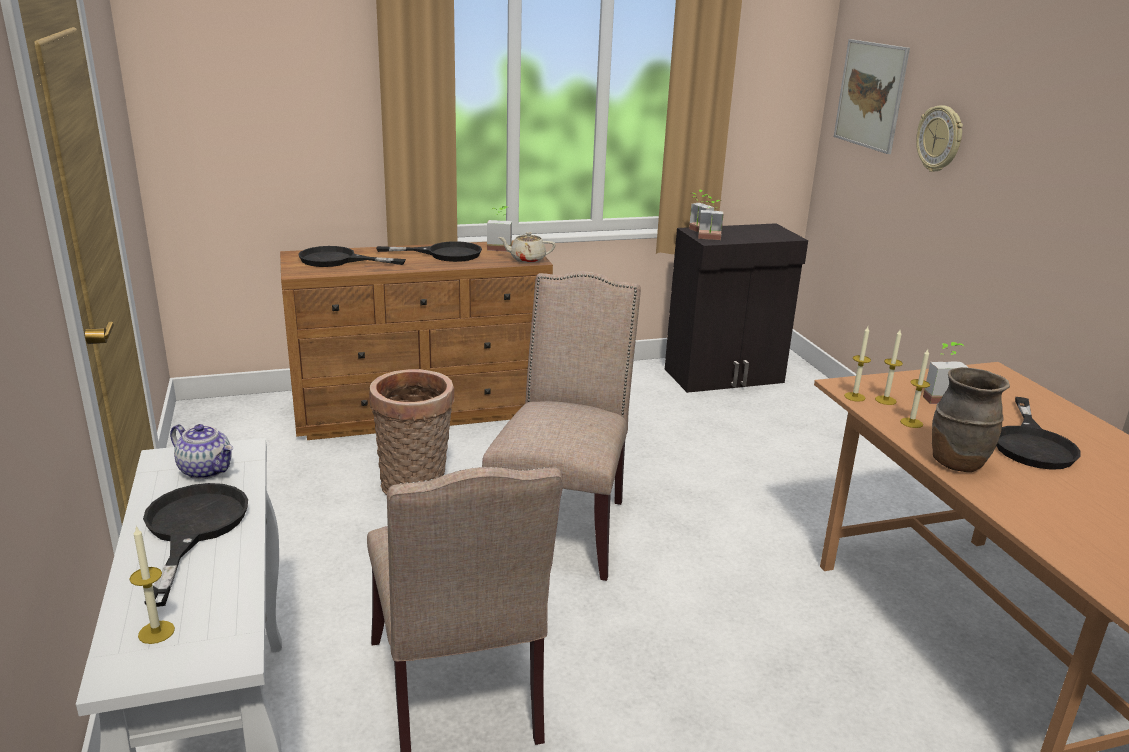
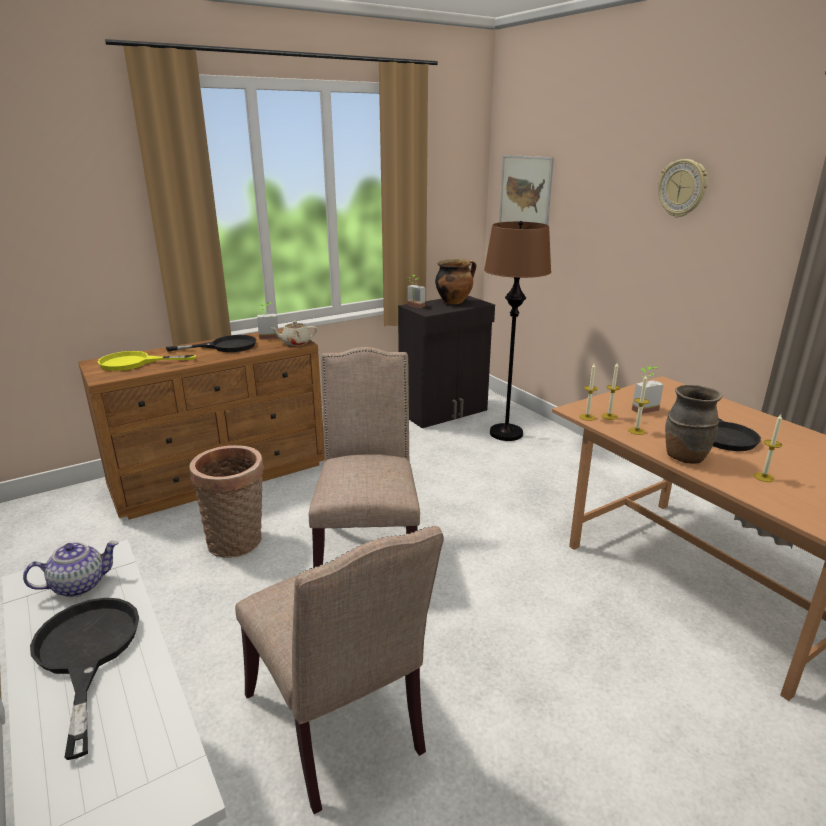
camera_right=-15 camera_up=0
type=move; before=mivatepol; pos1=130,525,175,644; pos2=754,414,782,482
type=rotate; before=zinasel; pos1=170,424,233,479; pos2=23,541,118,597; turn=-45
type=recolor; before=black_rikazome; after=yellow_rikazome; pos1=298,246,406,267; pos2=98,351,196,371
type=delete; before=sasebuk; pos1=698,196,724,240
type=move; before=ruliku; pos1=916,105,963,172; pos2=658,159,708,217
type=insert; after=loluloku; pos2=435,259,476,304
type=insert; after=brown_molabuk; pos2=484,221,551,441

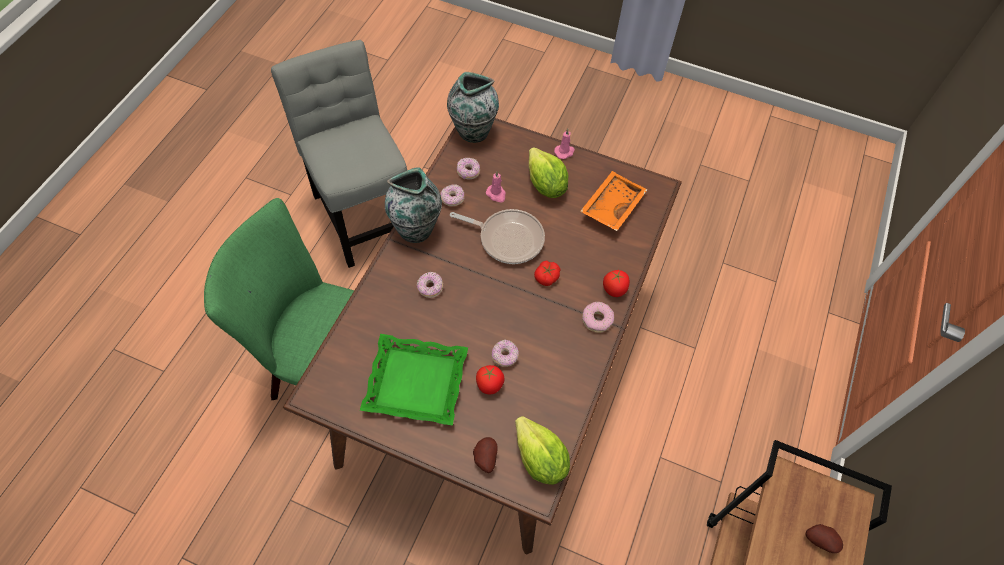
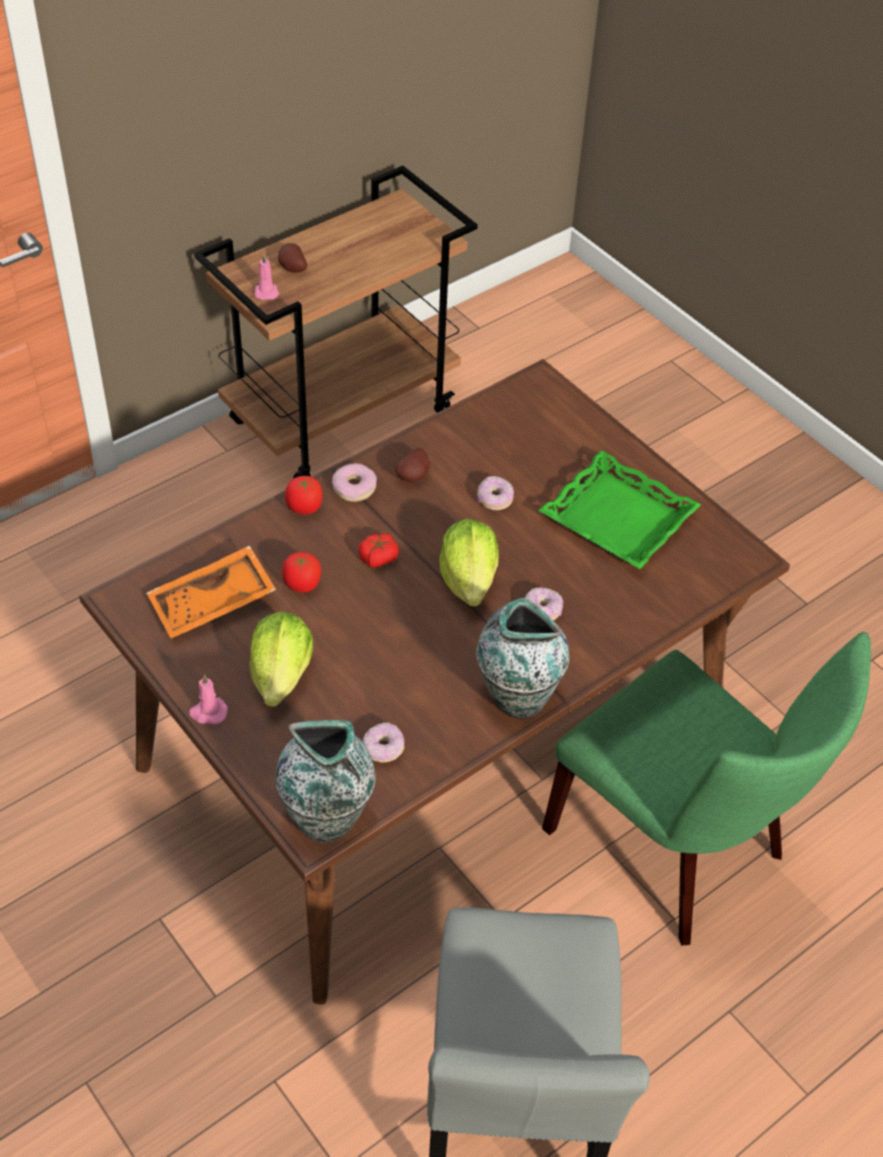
camera_right=-150 camera_up=-10
type=delete; before=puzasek; pos1=440,184,464,206
type=delete; before=rikazome; pos1=450,209,545,264
type=move; before=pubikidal; pos1=473,437,498,473; pos2=395,448,430,482
type=move; before=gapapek; pos1=476,365,504,395; pos2=282,552,321,593
type=move; before=pink_mivatepol; pos1=486,171,506,203; pos2=255,254,279,300
type=move; before=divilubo; pos1=515,416,570,485; pos2=439,519,499,606

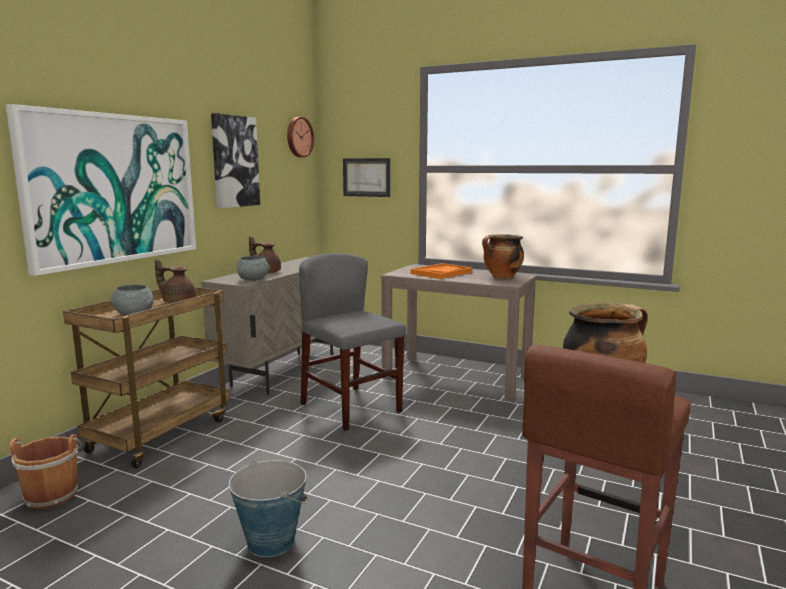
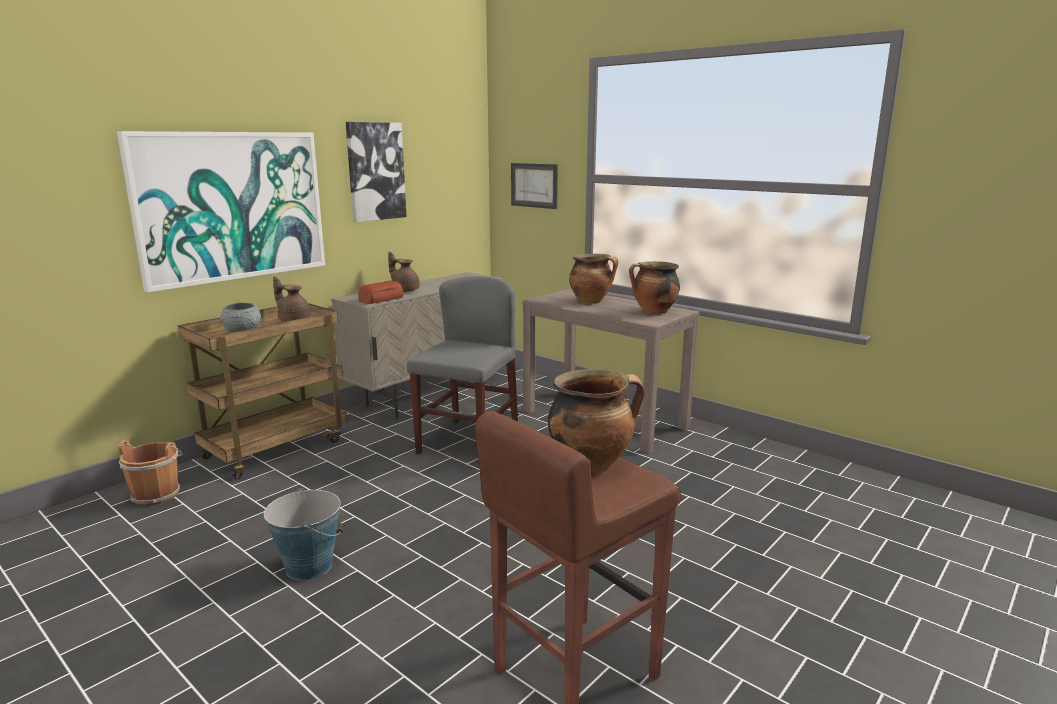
camera_right=15 camera_up=5
type=replace; before=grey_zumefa; after=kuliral; pos1=237,256,270,281; pos2=358,280,403,304
type=delete; before=ruliku; pos1=287,117,314,158
type=rotate; before=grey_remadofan; pos1=299,253,406,431; pos2=407,276,518,454; turn=45
type=replace; before=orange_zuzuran; after=loluloku; pos1=411,263,472,279; pos2=569,254,618,304

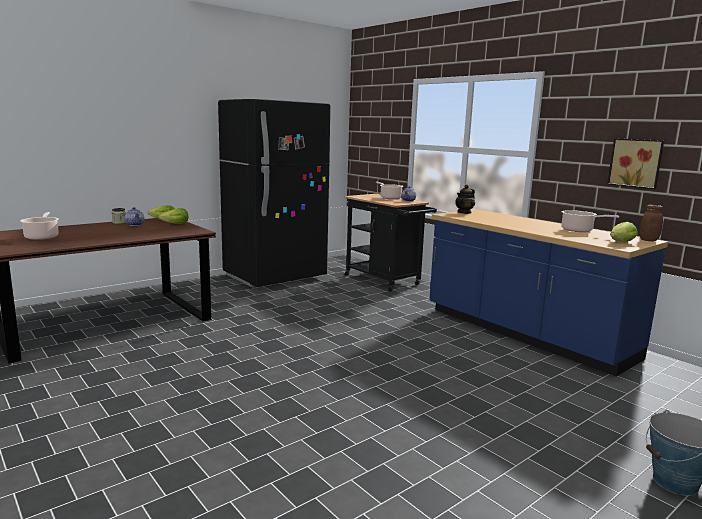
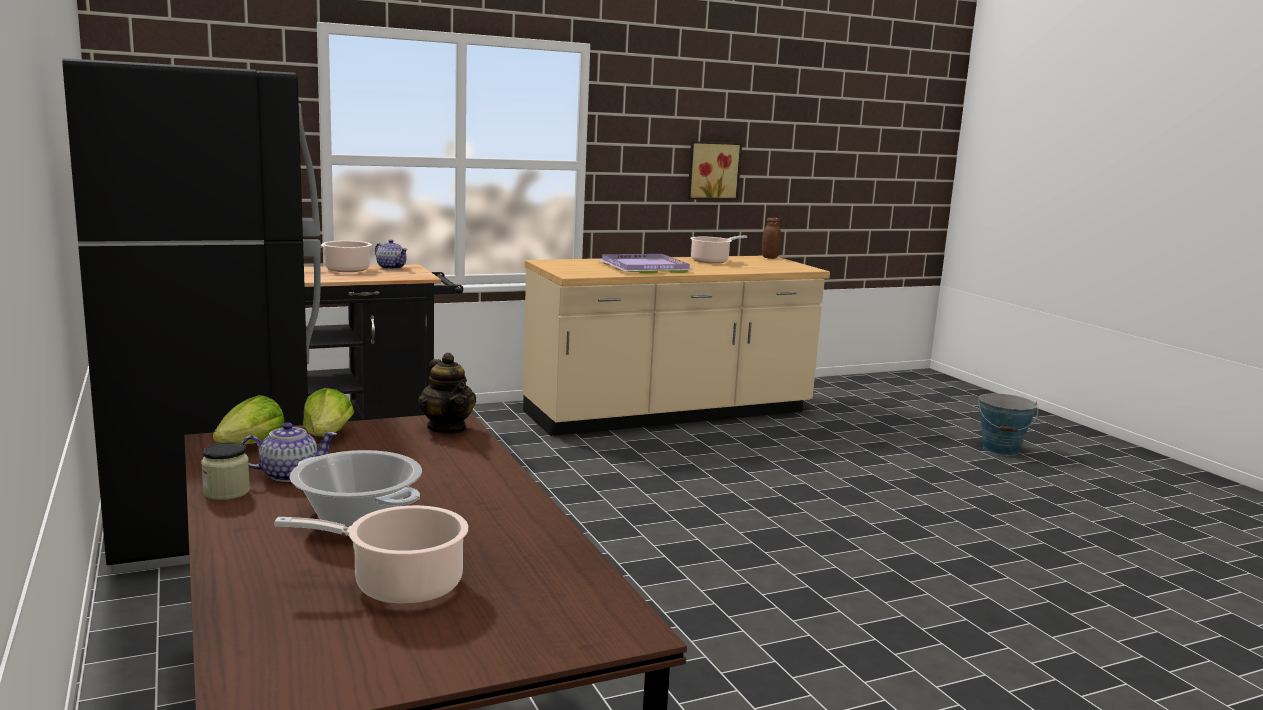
camera_right=-75 camera_up=0
type=recolor; before=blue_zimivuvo; after=beige_zimivuvo; pos1=429,209,668,376; pos2=523,256,830,436
type=move; before=zinasel; pos1=455,184,475,214; pos2=418,353,476,434
type=delete; before=divilubo; pos1=610,222,638,242
type=insert; after=loluloku; pos2=290,450,422,531
type=insert; after=purple_zuzuran; pos2=598,254,695,274

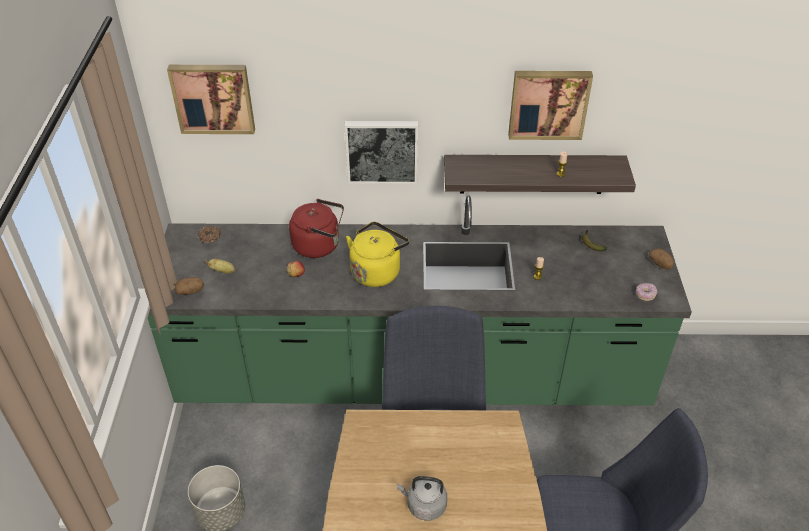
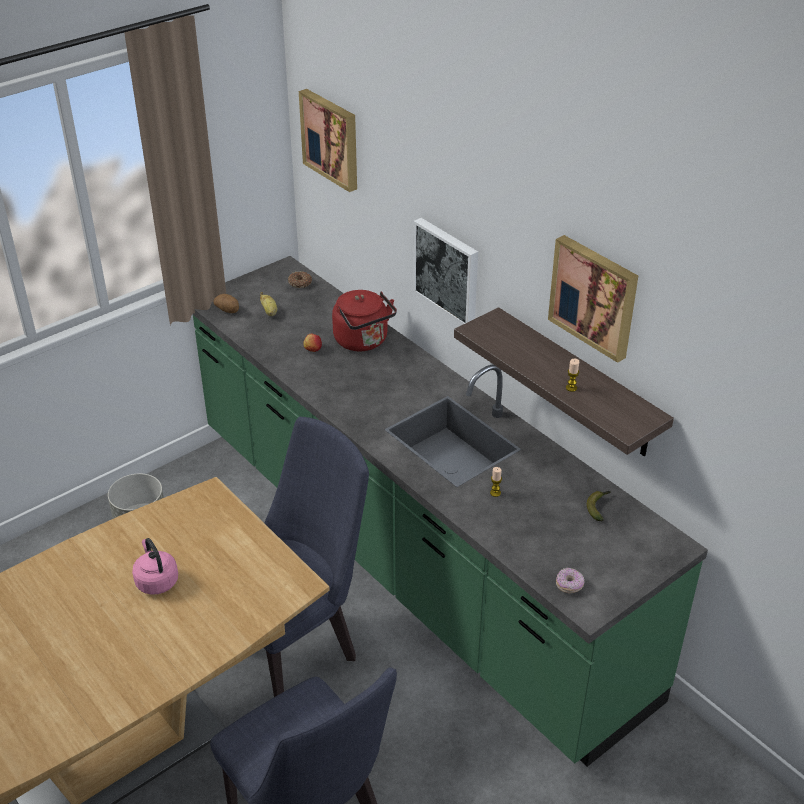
camera_right=50 camera_up=-5
type=delete; before=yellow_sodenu; pos1=346,222,409,287
type=recolor; before=grey_sodenu; after=pink_sodenu; pos1=397,476,447,521; pos2=132,538,178,595
type=delete; before=pubikidal; pos1=649,248,674,270

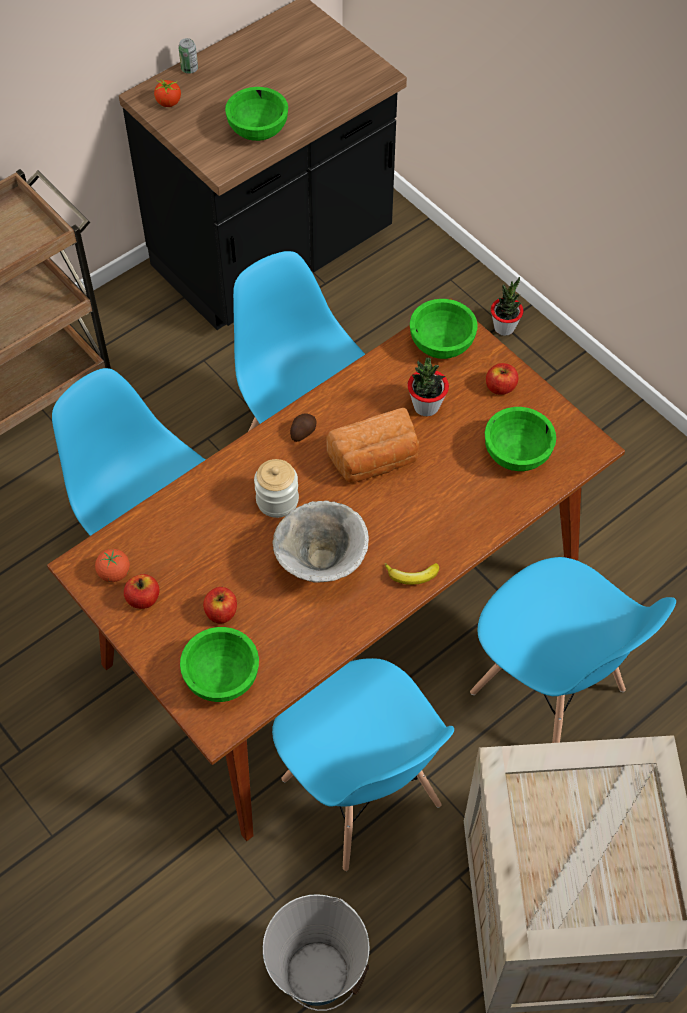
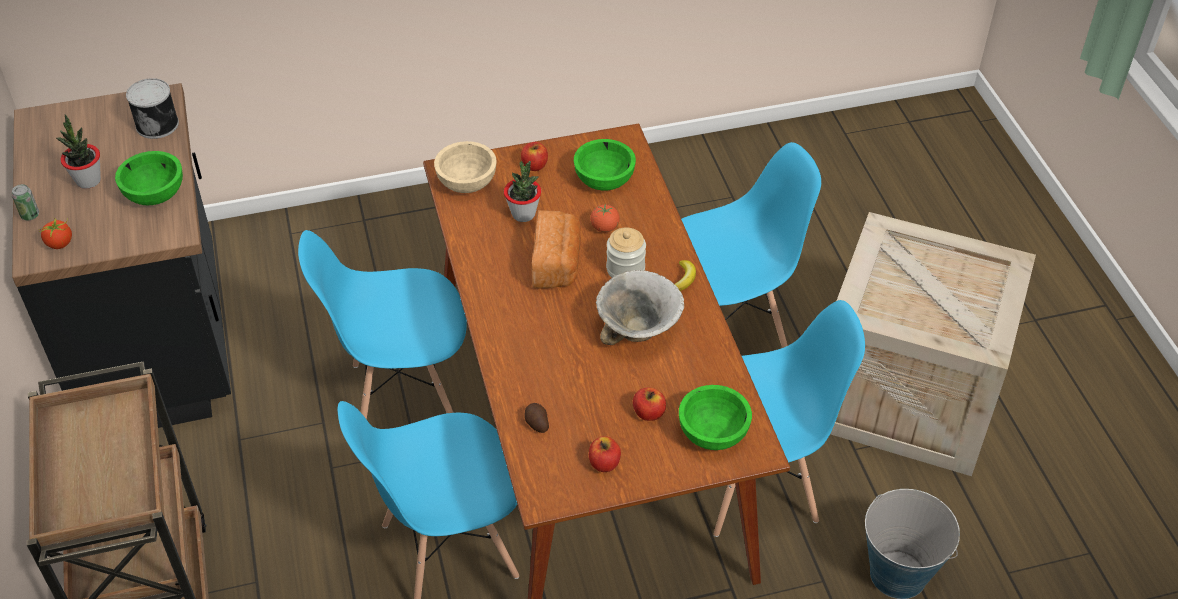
camera_right=-65 camera_up=-10
type=move; before=gapapek; pos1=95,549,130,582; pos2=590,204,620,232
type=move; before=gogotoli; pos1=254,459,299,518; pos2=606,227,646,278
type=move; before=pubikidal; pos1=290,414,317,442; pos2=524,403,549,433
type=recolor; before=green_zumefa; after=beige_zumefa; pos1=410,299,477,359; pos2=434,141,497,193
type=move; before=sasebuk; pos1=491,277,523,336; pos2=56,114,101,189
type=insert; after=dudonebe; pos2=126,78,179,139

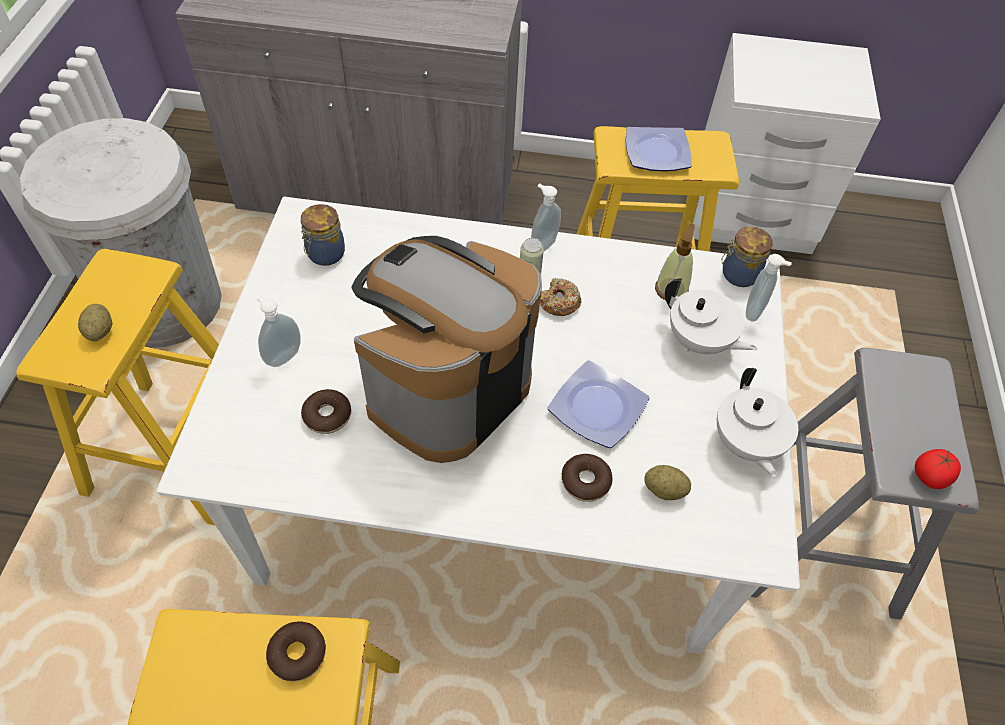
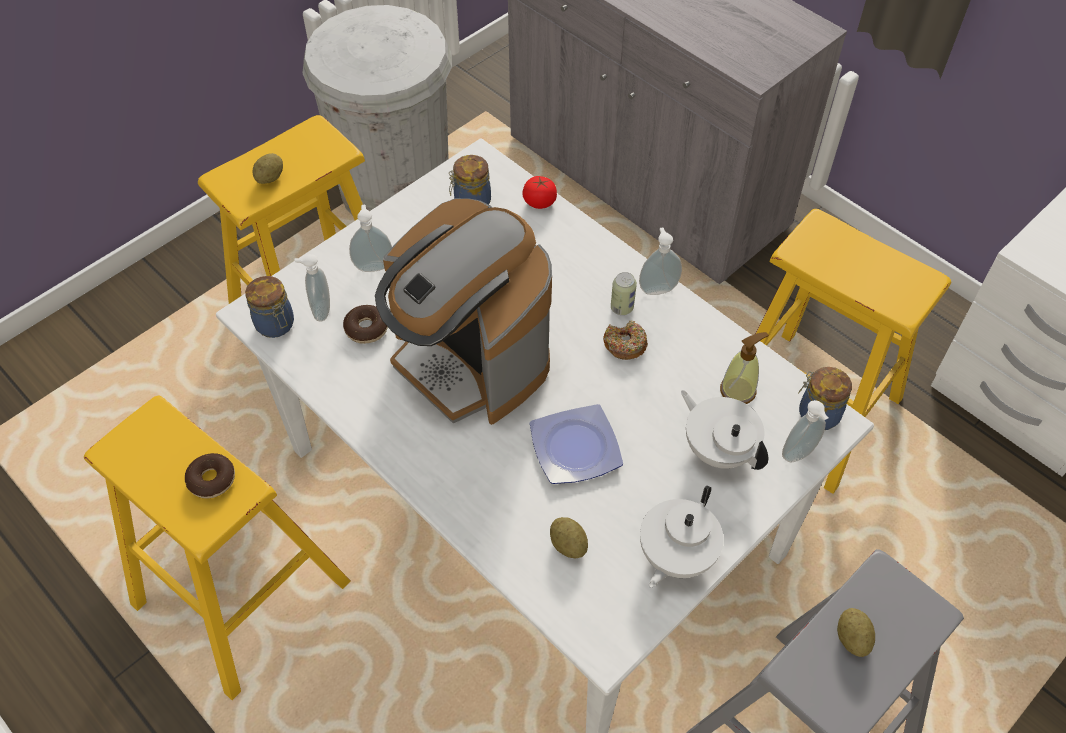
camera_right=40 camera_up=0
type=rotate; before=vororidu; pos1=351,236,542,463; pos2=375,198,552,425; turn=-120
type=delete; before=puzasek; pos1=562,454,612,502
type=delete; before=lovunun; pos1=626,127,692,171
type=rotate; before=white_zinasel; pos1=665,278,757,354; pos2=681,390,768,470; turn=150
type=move; before=gapapek; pos1=915,449,961,489; pos2=522,176,557,209
type=insert; after=gogotoli; pos2=245,276,294,338
type=insert; after=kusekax; pos2=294,254,330,321
type=insert; after=pubikidal; pos2=837,608,875,657

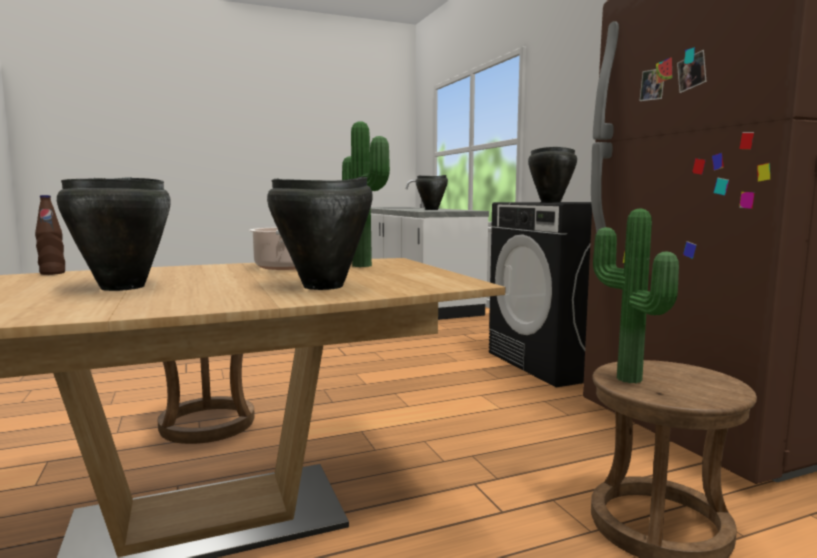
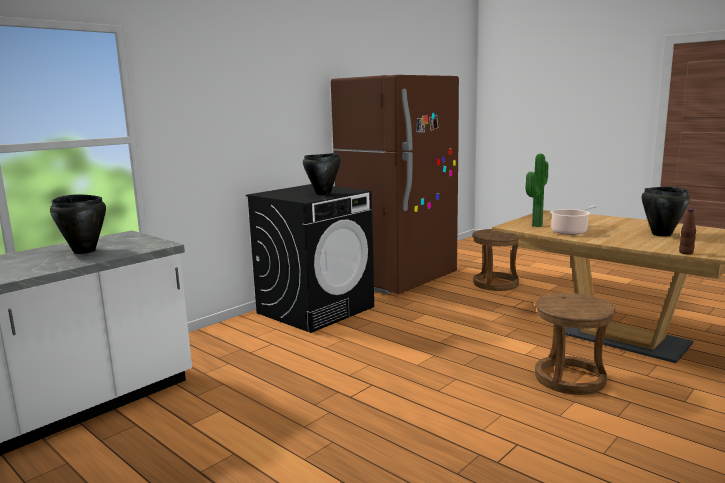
camera_right=-115 camera_up=5
type=delete; before=black_loluloku; pos1=267,177,373,290
type=delete; before=sasebuk; pos1=593,209,679,383

